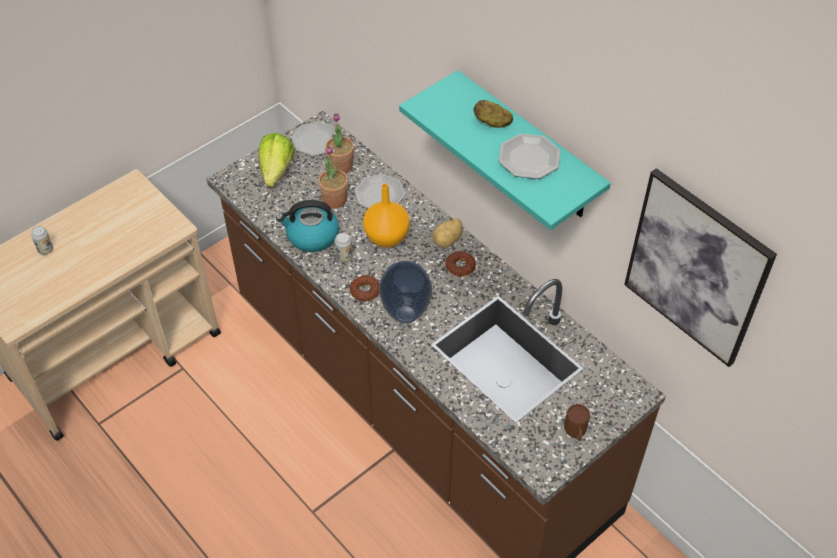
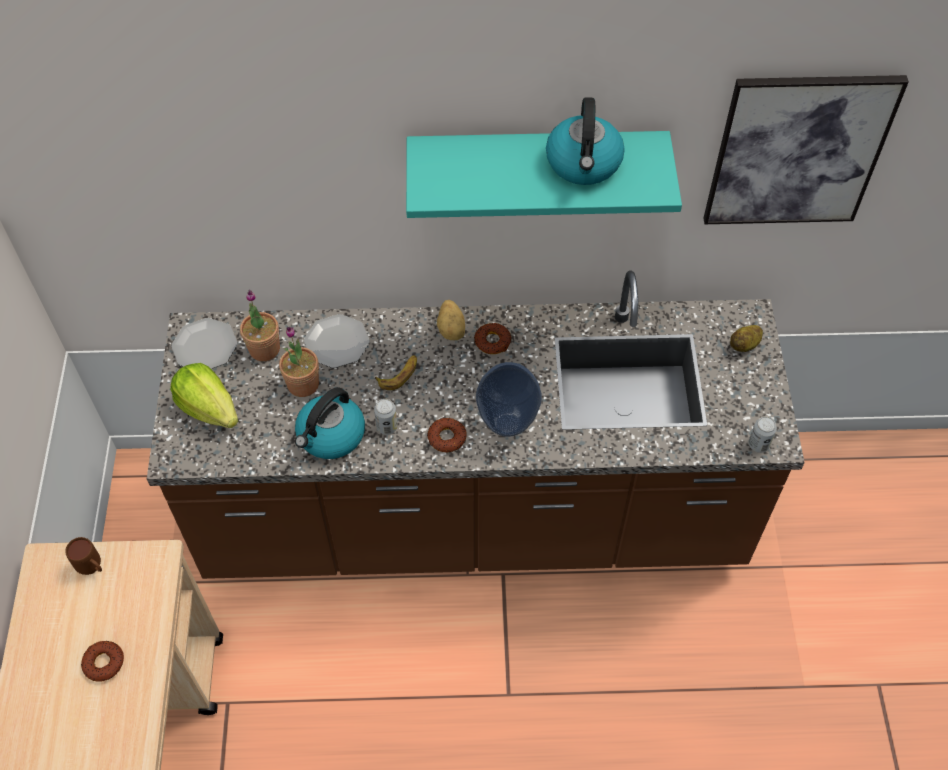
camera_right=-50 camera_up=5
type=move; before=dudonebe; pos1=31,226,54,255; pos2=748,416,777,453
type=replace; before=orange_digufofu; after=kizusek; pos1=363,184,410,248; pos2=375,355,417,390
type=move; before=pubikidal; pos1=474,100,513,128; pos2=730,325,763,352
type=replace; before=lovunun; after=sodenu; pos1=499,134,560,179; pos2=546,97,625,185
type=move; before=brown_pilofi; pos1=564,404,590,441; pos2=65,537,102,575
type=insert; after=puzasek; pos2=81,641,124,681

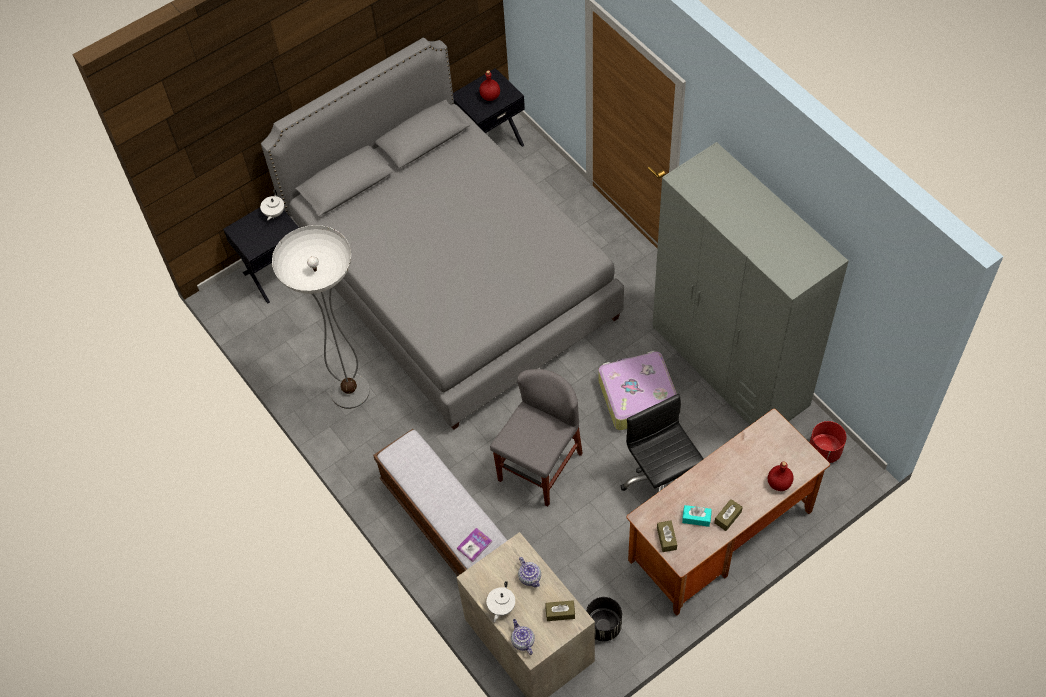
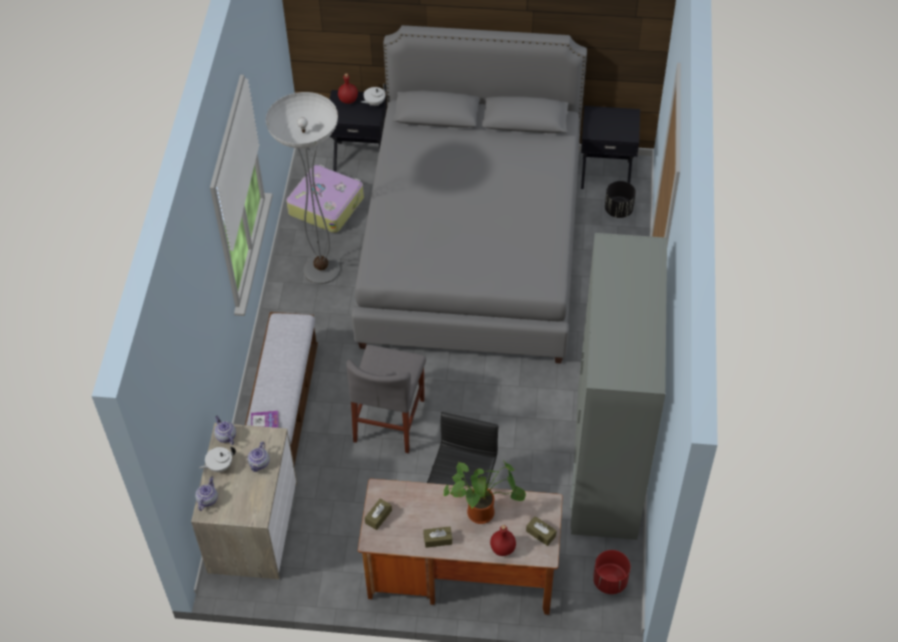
camera_right=40 camera_up=-5
type=move; before=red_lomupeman; pos1=479,70,500,101; pos2=338,73,358,104
type=rotate; before=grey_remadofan; pos1=490,369,582,506; pos2=346,345,426,453; turn=120
type=move; before=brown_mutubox; pos1=545,600,575,621; pos2=526,516,556,546
type=move; before=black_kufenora; pos1=586,597,622,641; pos2=605,181,636,218
type=move; before=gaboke; pos1=598,351,677,430; pos2=286,164,364,233
type=delete; before=turquoise_mutubox; pos1=682,505,712,527
type=insert; after=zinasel; pos2=214,416,236,445
type=insert; after=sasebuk; pos2=444,460,526,524

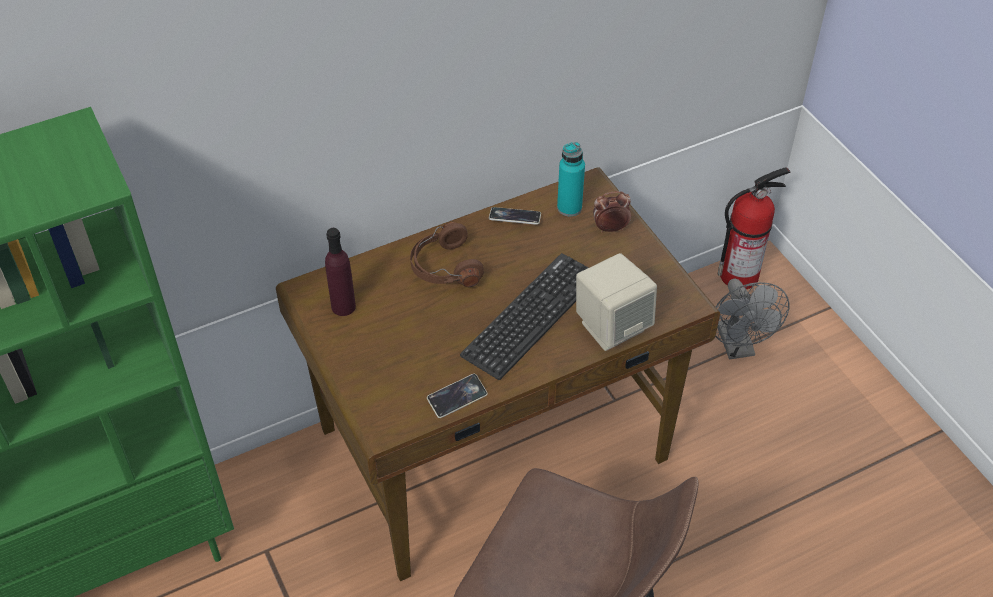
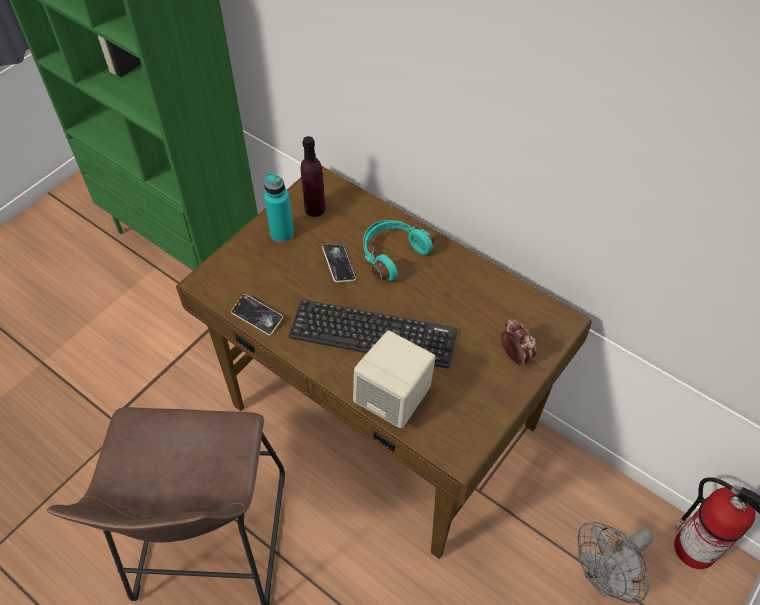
camera_right=65 camera_up=5
type=recolor; before=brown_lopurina; after=turquoise_lopurina; pos1=410,222,484,287; pos2=363,220,434,281
type=move; before=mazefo; pos1=489,207,541,225; pos2=322,244,356,282
type=move; before=turquoise_lomupeman; pos1=557,142,585,217; pos2=264,172,294,243

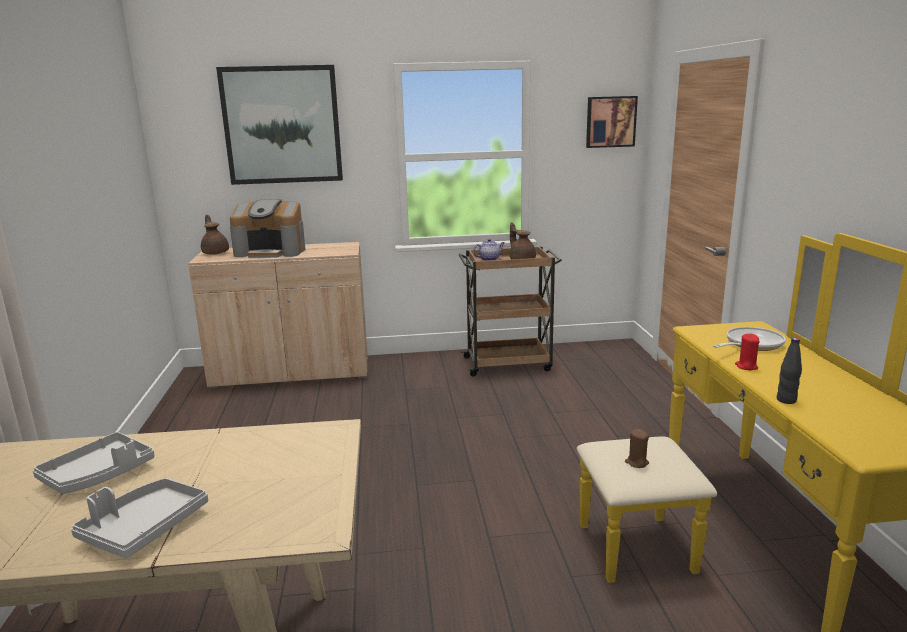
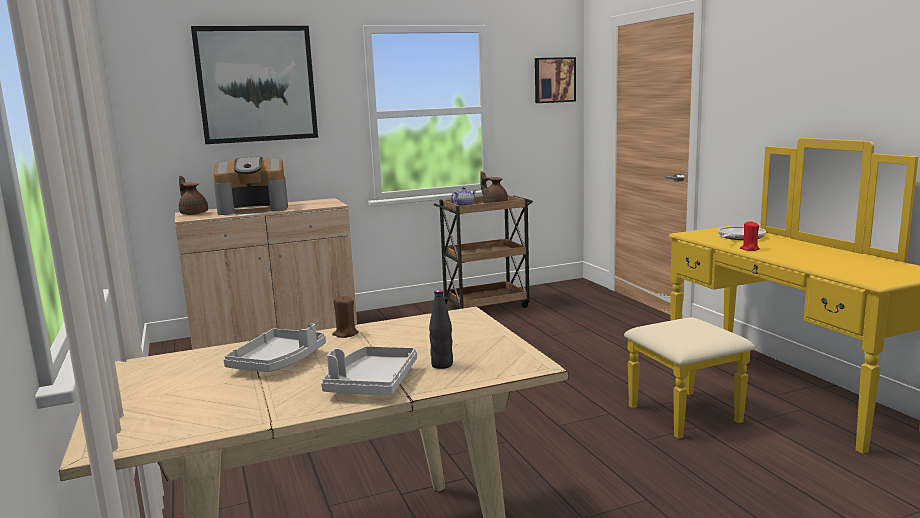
camera_right=-15 camera_up=-5
type=move; before=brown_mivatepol; pos1=625,429,649,468; pos2=332,295,359,338
type=move; before=black_lomupeman; pos1=777,338,802,404; pos2=429,290,453,369

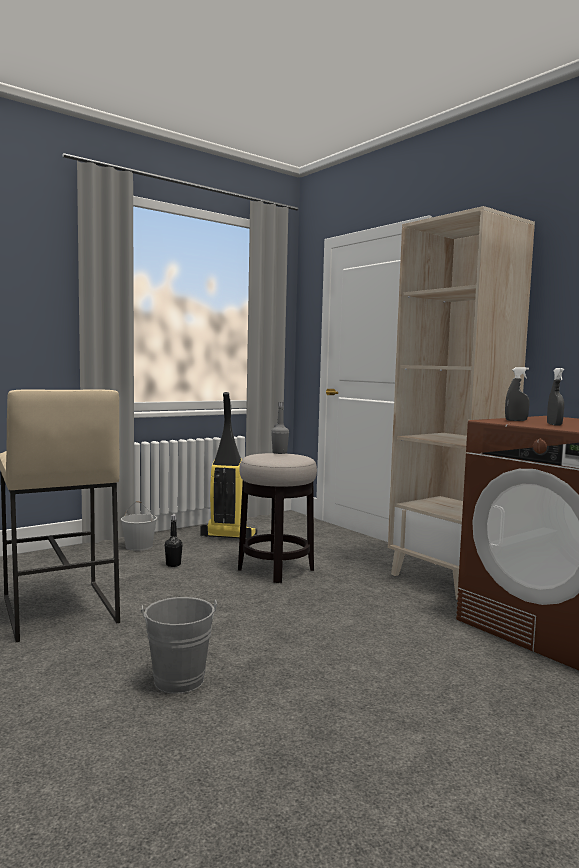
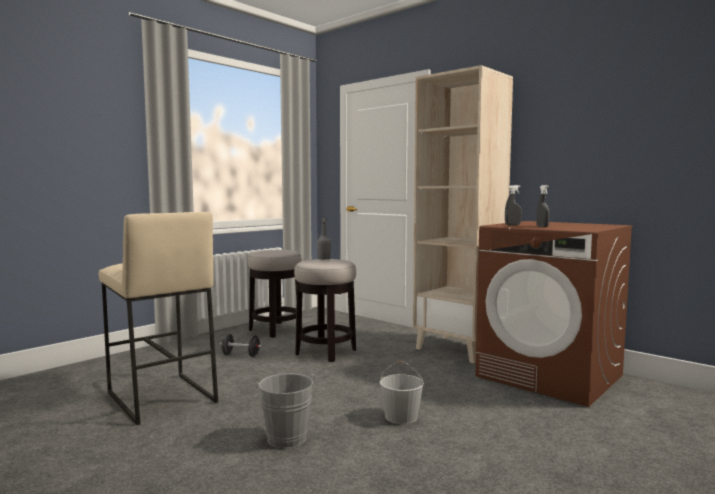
camera_right=-10 camera_up=0
type=move; before=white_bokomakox; pos1=121,501,157,551; pos2=380,361,424,424
type=replace; before=black_lomupeman; after=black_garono; pos1=165,515,183,567; pos2=220,334,262,357
type=replace; before=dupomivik; after=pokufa; pos1=200,392,257,538; pos2=247,250,302,338

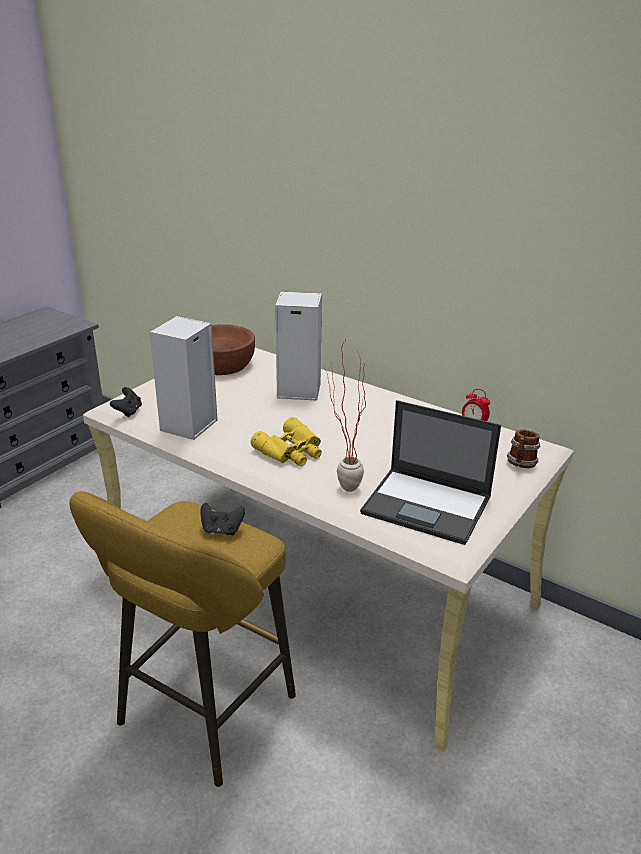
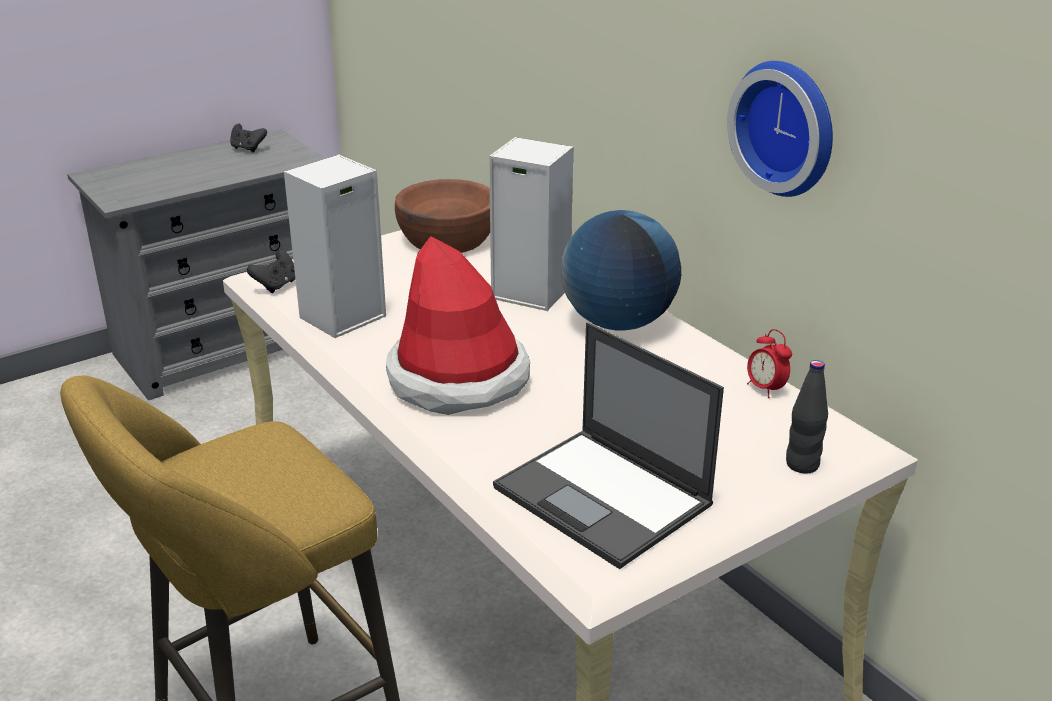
camera_right=20 camera_up=0
type=move; before=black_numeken; pos1=200,503,245,536; pos2=230,124,267,152
type=replace; before=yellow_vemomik; after=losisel; pos1=251,417,322,466; pos2=386,236,530,415
type=delete; before=sasebuk; pos1=323,341,366,492
type=replace; before=pilofi; after=black_lomupeman; pos1=507,429,540,468; pos2=786,360,828,474
type=insert; after=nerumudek; pos2=561,210,681,331
type=insert; after=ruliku; pos2=727,61,833,197

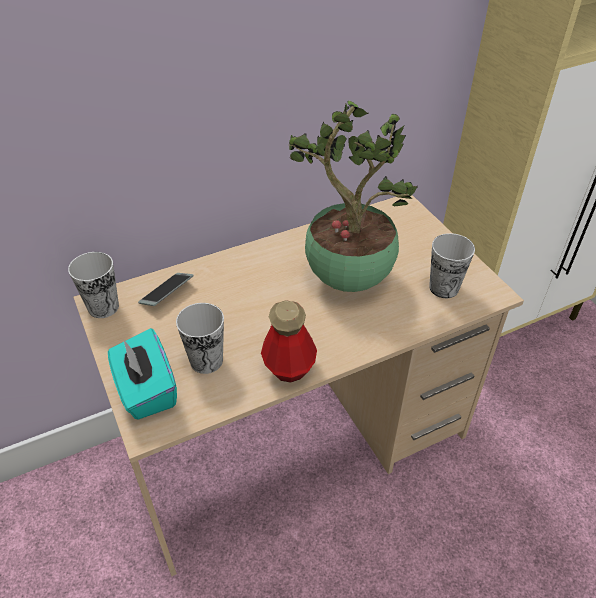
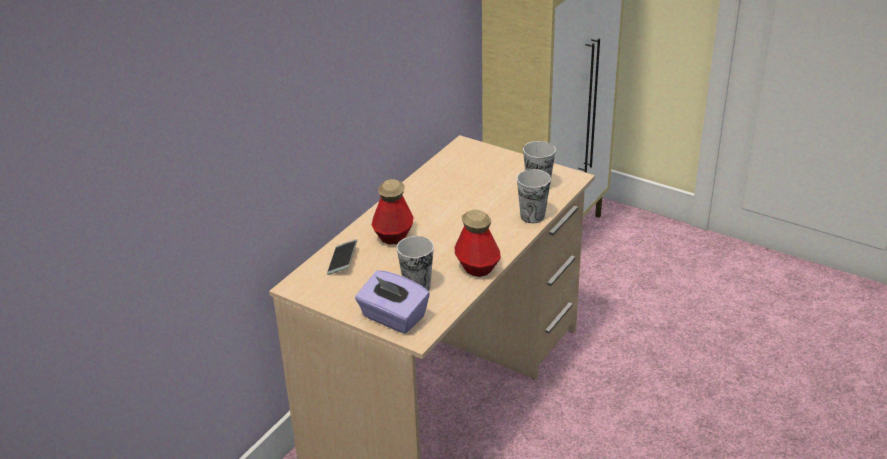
camera_right=-30 camera_up=-10
type=move; before=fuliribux; pos1=68,252,119,318; pos2=517,169,551,223
type=recolor; before=turquoise_mutubox; after=purple_mutubox; pos1=108,328,177,420; pos2=355,270,430,334
type=delete; before=sasebuk; pos1=289,100,418,292
type=insert; after=lomupeman; pos2=372,179,413,244

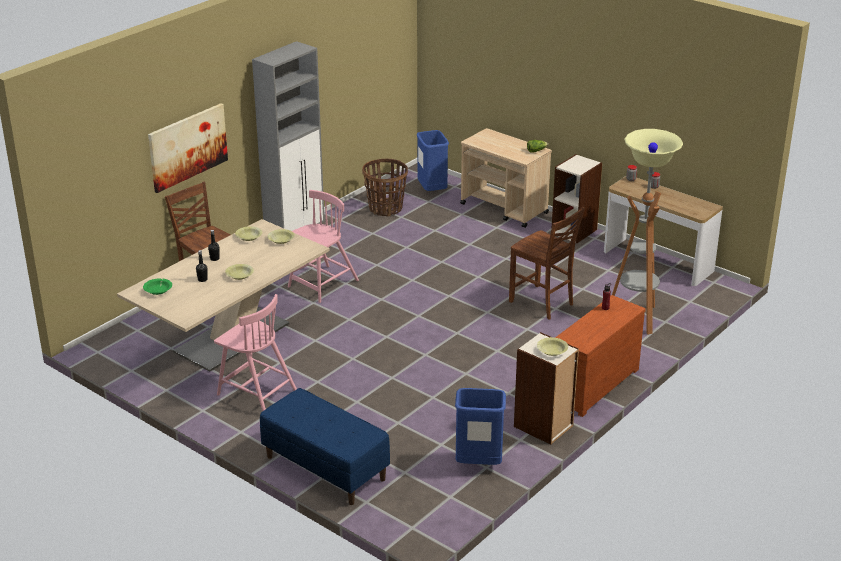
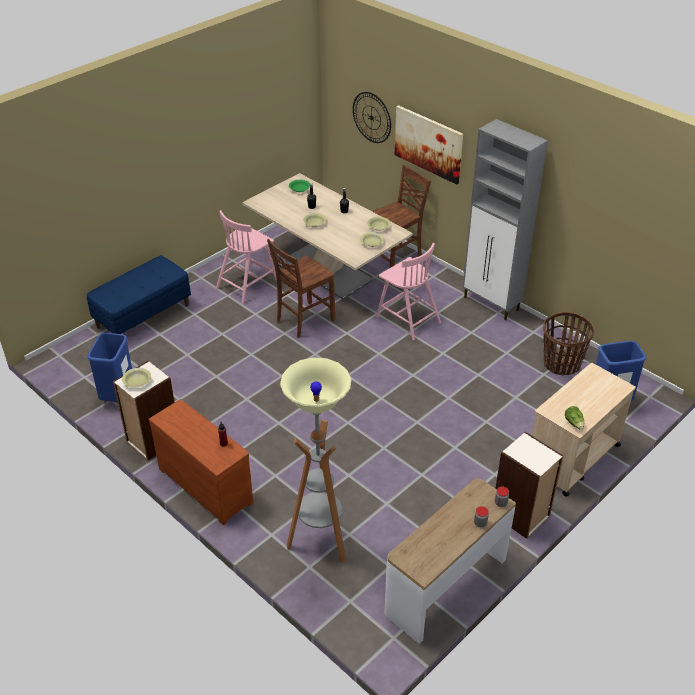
camera_right=95 camera_up=10
type=move; before=brown_remadofan; pos1=509,207,585,320; pos2=267,239,335,338
type=insert; after=ruliku; pos2=353,92,391,143

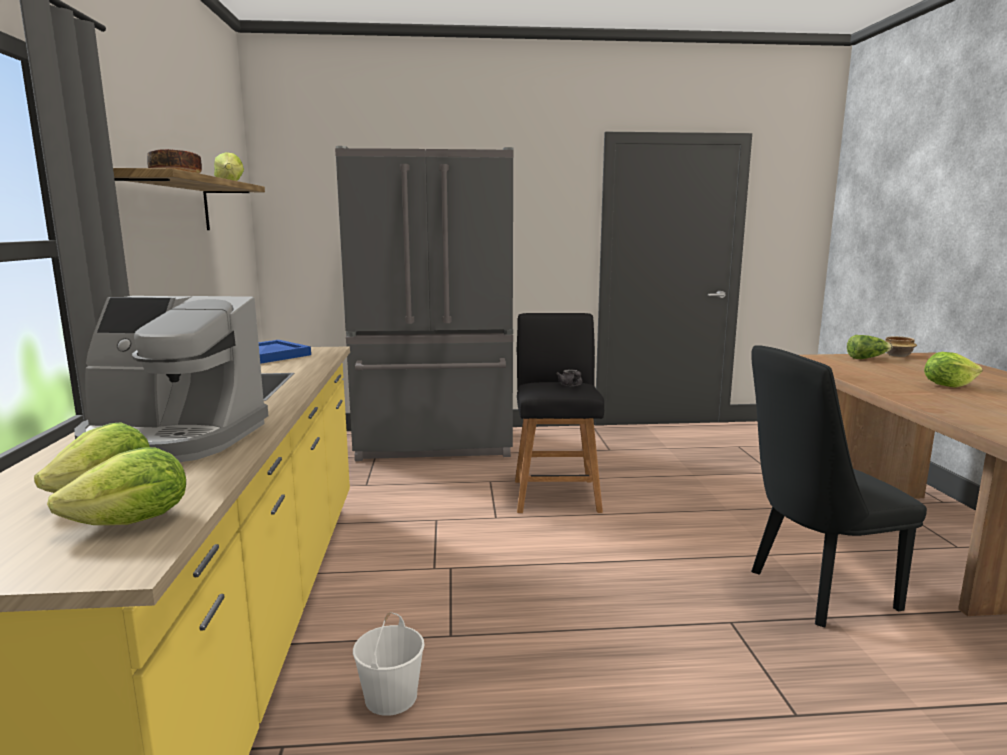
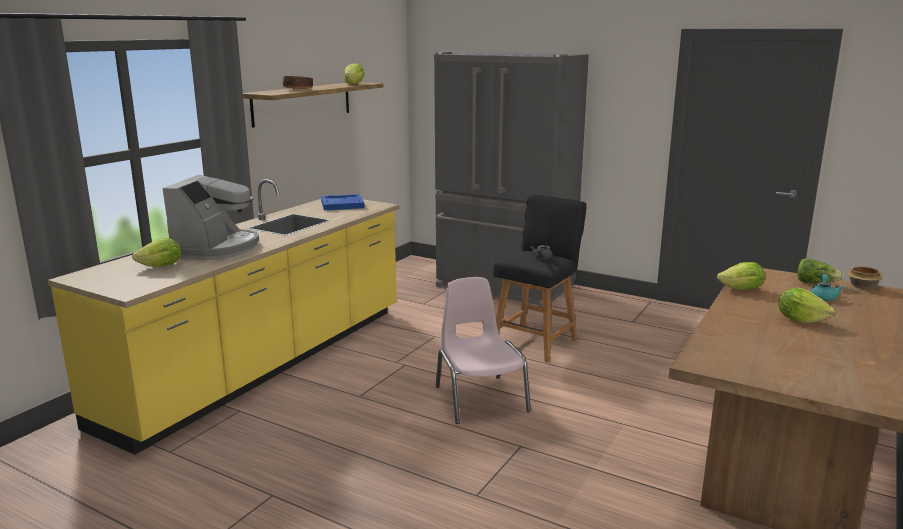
camera_right=35 camera_up=5
type=move; before=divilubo; pos1=47,448,186,525; pos2=717,262,765,290
type=rotate; before=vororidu; pos1=74,296,268,462; pos2=163,175,259,260; turn=-120
type=delete; before=white_bokomakox; pos1=353,612,425,716
type=delete; before=black_remadofan; pos1=751,345,927,628
type=insert; after=pink_remadofan; pos2=436,277,531,424
type=insert; after=turquoise_zinasel; pos2=811,274,844,301

